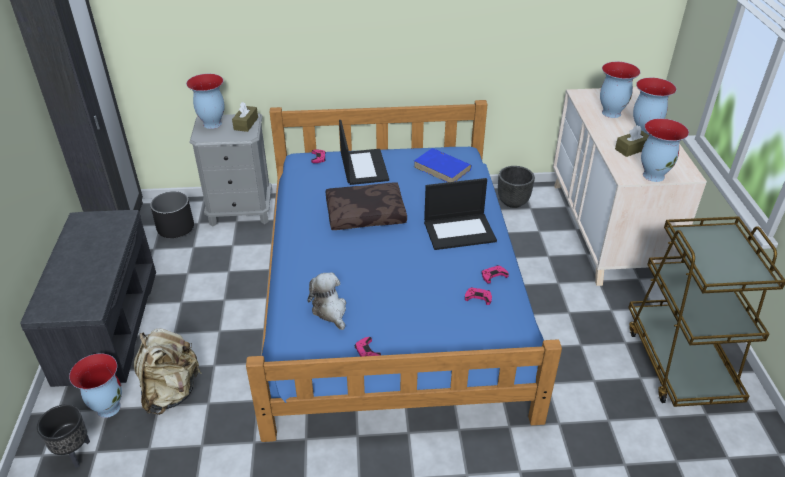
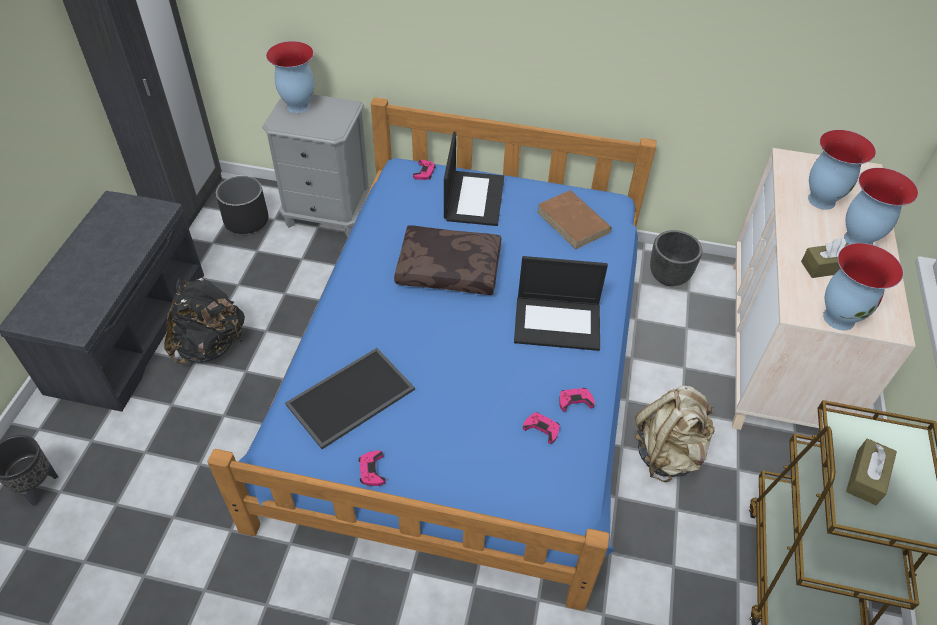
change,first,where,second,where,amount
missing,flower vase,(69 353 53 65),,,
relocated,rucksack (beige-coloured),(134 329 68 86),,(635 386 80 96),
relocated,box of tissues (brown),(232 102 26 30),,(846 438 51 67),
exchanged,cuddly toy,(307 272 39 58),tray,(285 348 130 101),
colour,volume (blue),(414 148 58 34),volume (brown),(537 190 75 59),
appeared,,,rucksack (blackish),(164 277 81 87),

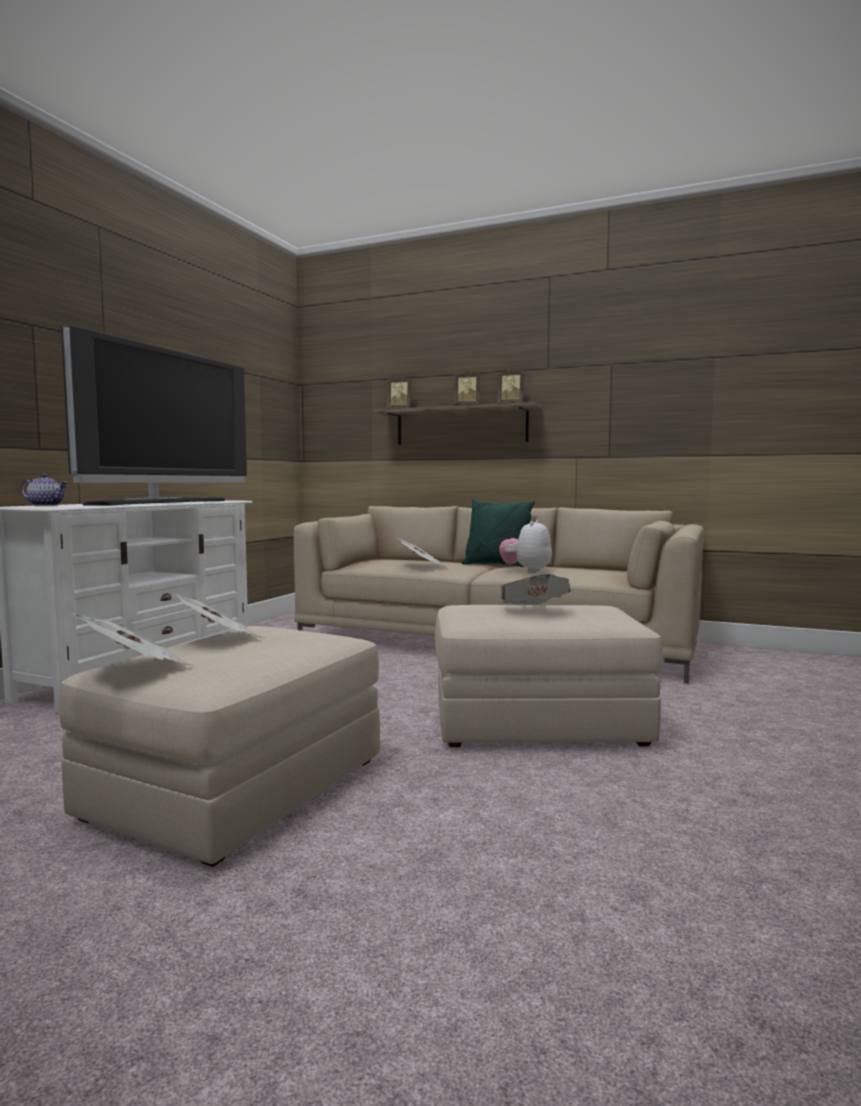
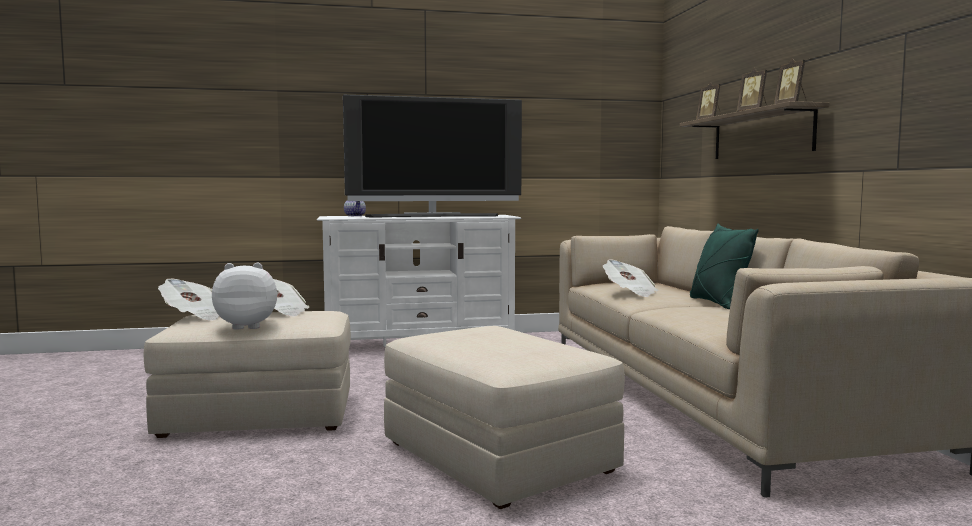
change,first,where,second,where,amount
relocated,cuddly toy,(499 520 53 53),,(212 262 65 68),
missing,newspaper,(501 574 70 31),,,

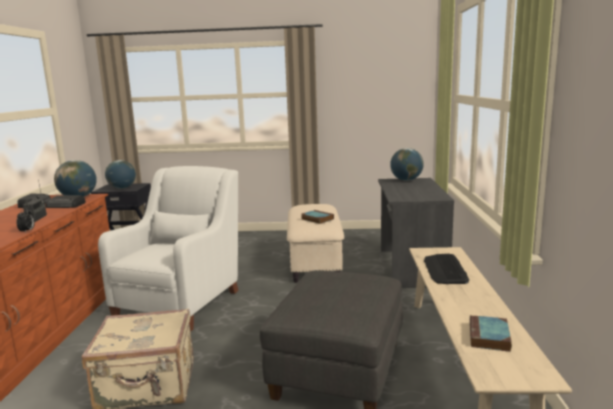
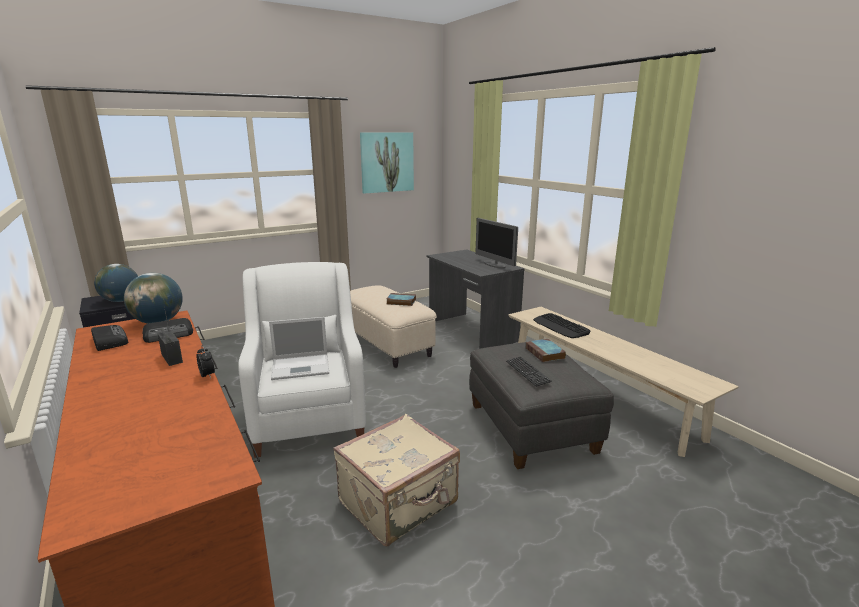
change,first,where,second,where,amount
missing,globe,(390 148 34 33),,,
relocated,volume,(470 315 42 37),,(525 339 41 23),
appeared,,,portable computer,(269 317 60 63),
appeared,,,wall art,(360 133 54 61),
appeared,,,computer screen,(475 218 43 50),
appeared,,,PC keyboard,(506 357 45 30),

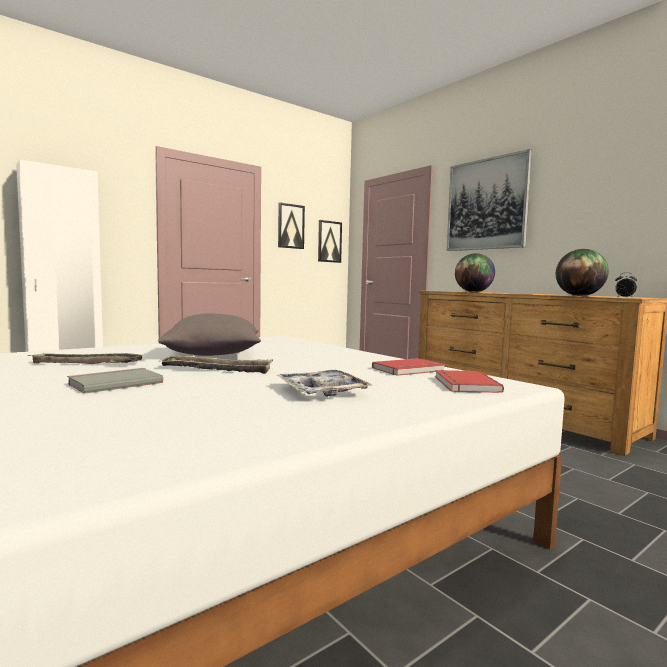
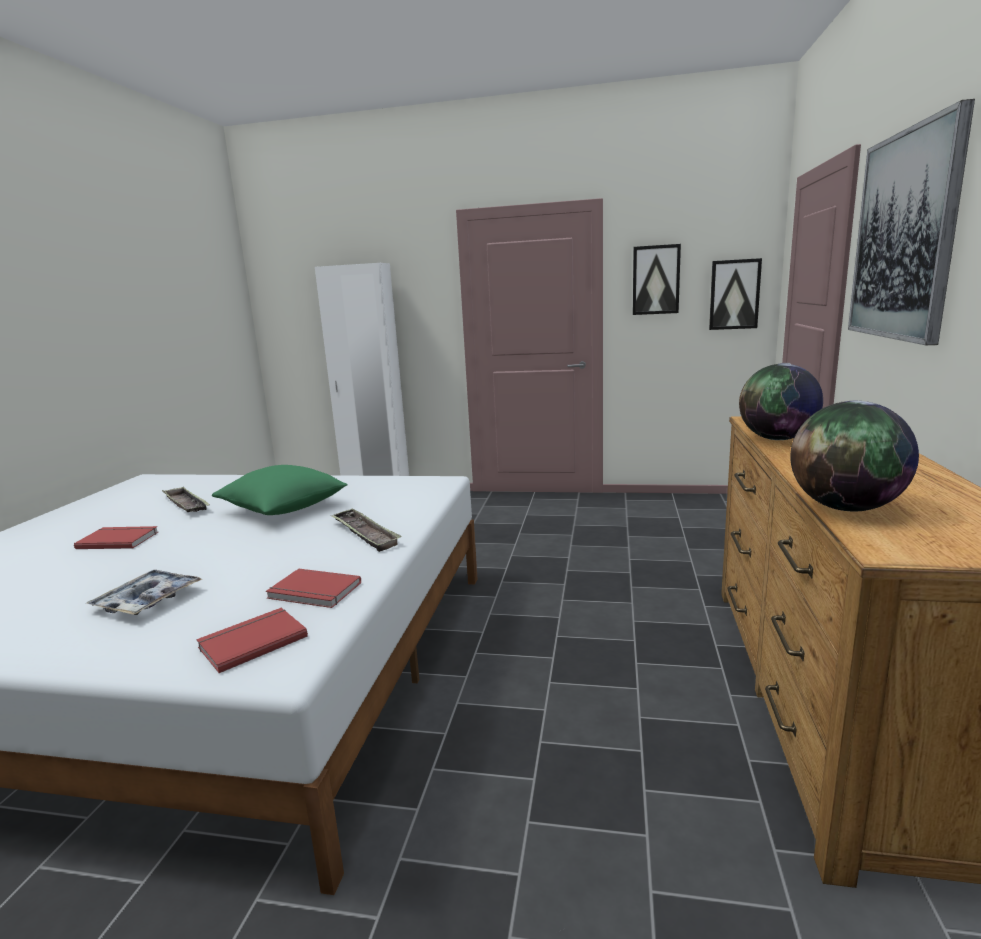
change,first,where,second,where,amount
colour,volume (gray),(67 368 96 26),volume (red-coloured),(74 526 84 23),
colour,throw pillow (gray),(158 313 103 43),throw pillow (greenish),(212 465 136 50),
relocated,tray,(159 355 114 19),,(330 509 71 43),
missing,alarm clock,(615 273 22 24),,,

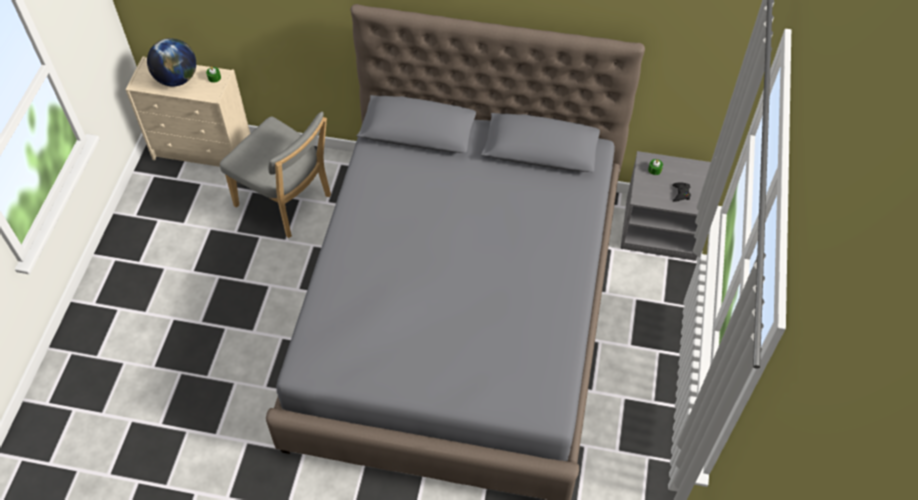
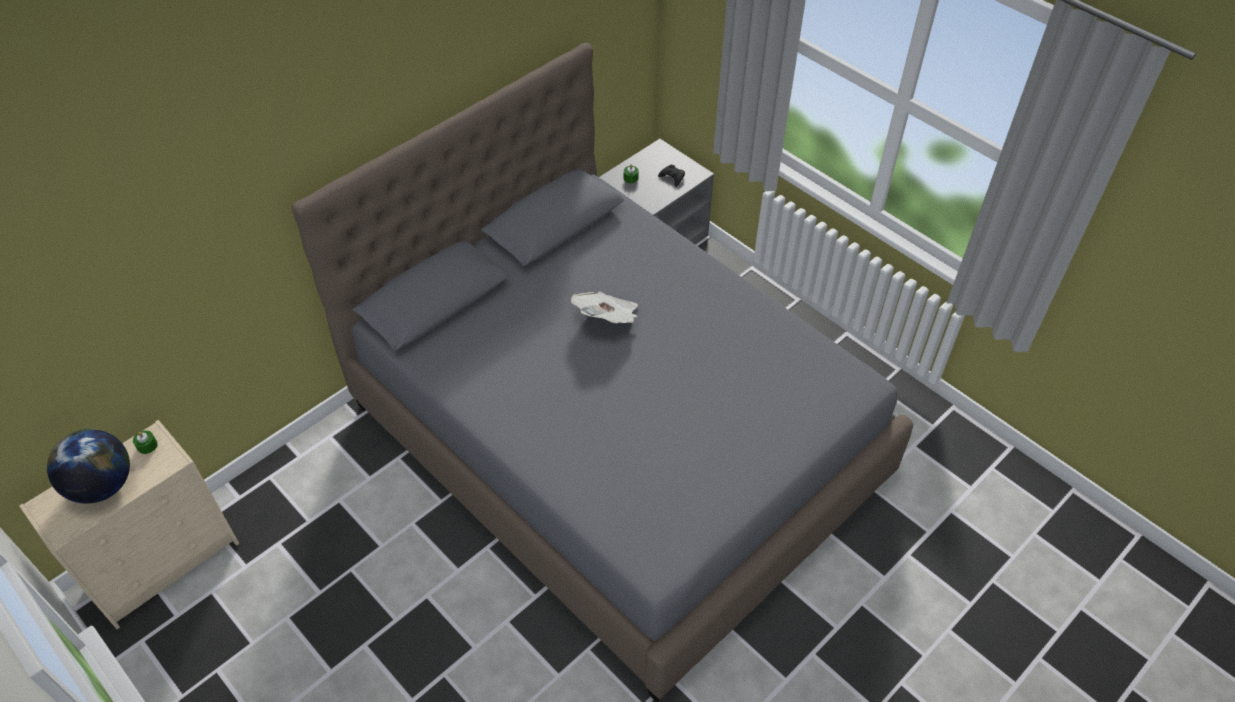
change,first,where,second,where,amount
missing,plain chair (gray),(220 112 111 126),,,
appeared,,,newspaper,(571 292 67 31),

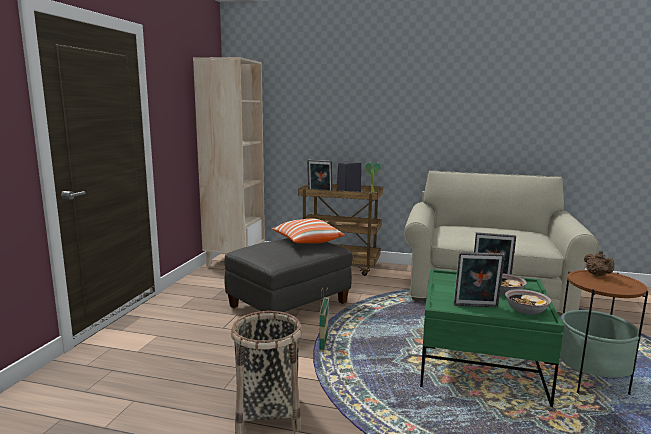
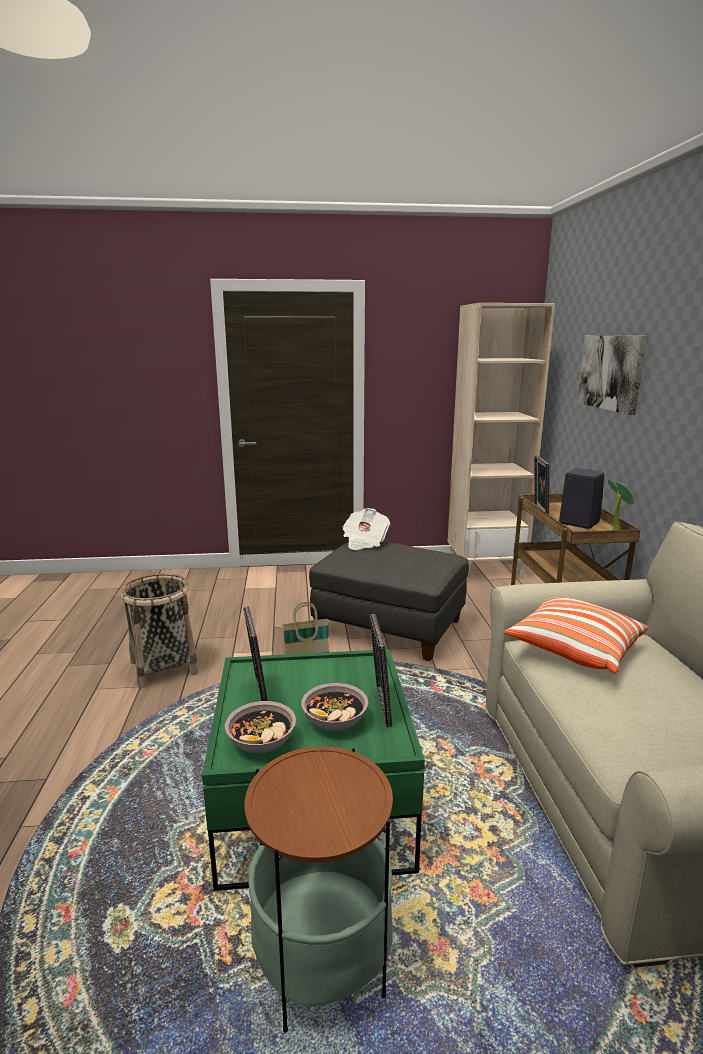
change,first,where,second,where,amount
relocated,throw pillow,(272 218 73 25),,(504 597 144 76),
missing,teapot (brown),(584 250 31 26),,,
appeared,,,newspaper,(342 508 48 42),
appeared,,,wall art,(577 336 70 79),

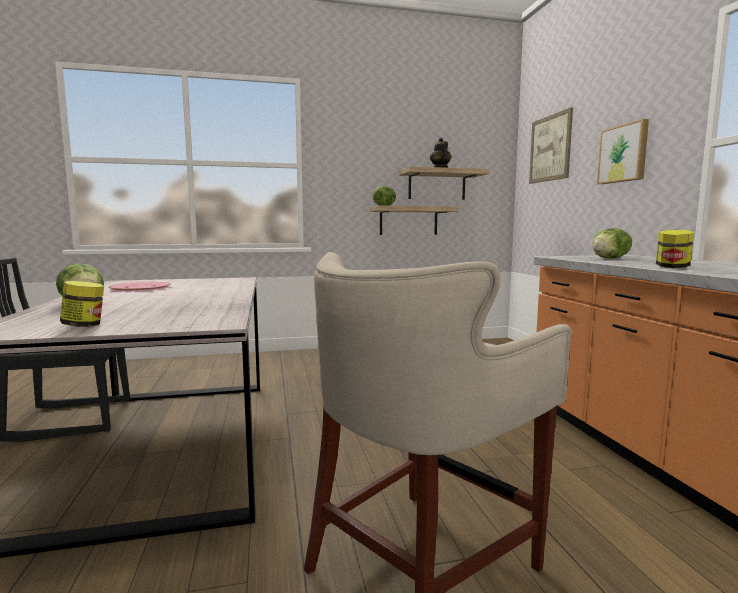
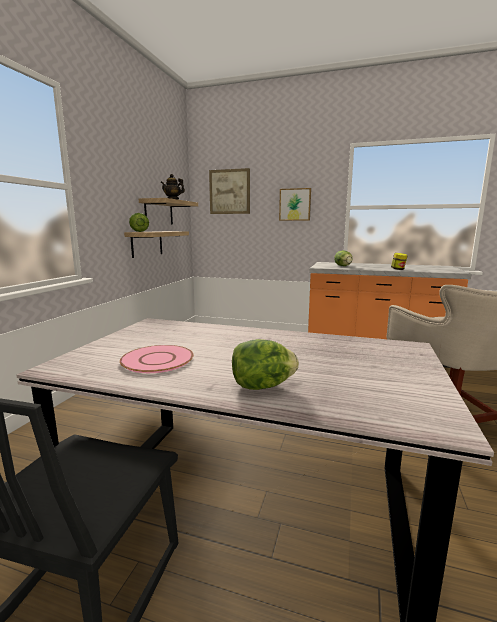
change,first,where,second,where,amount
missing,preserve jar,(60 281 44 46),,,

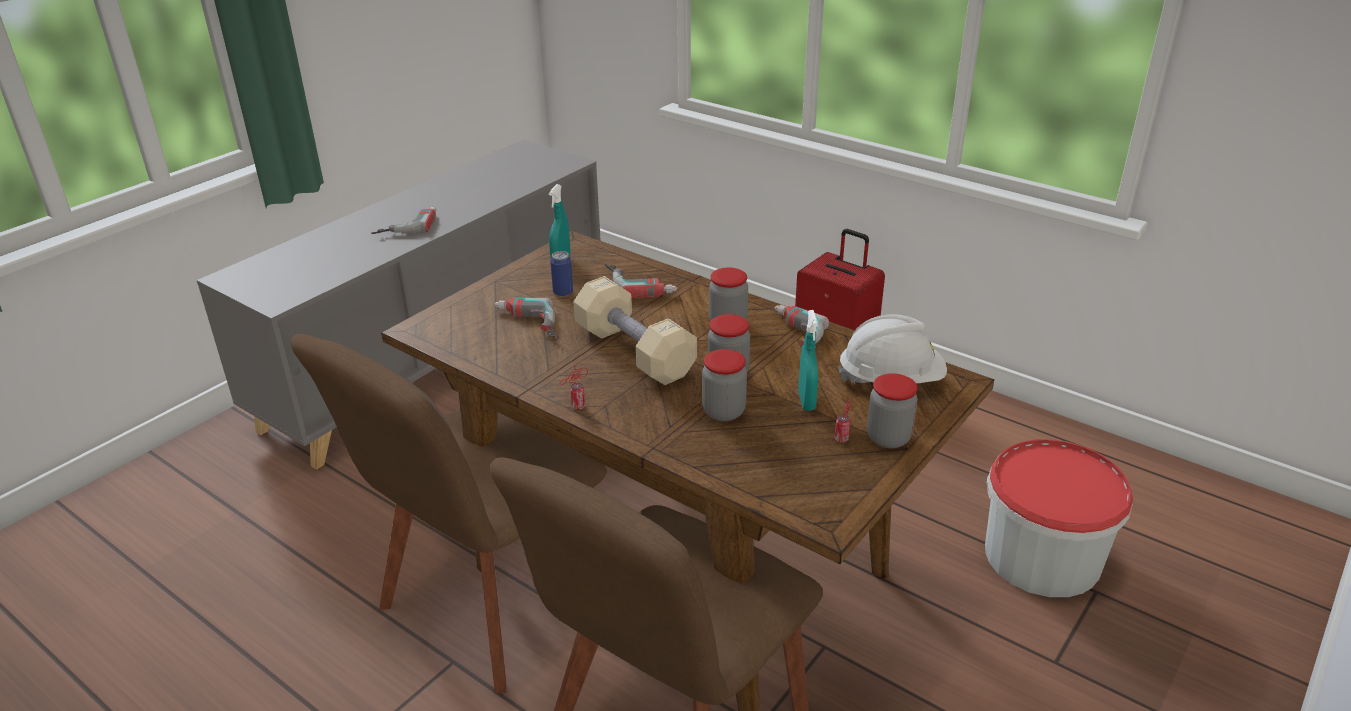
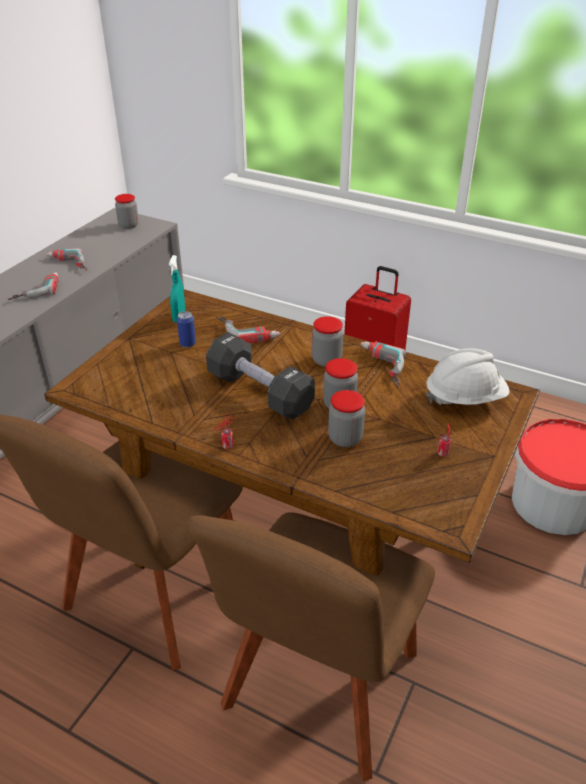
change,first,where,second,where,amount
relocated,drill,(494 297 64 43),,(46 248 41 23),
colour,dumbbell (beige-coloured),(573 276 124 109),dumbbell (blackish),(206 332 109 88),
missing,hand sprayer (turquoise-coloured),(798 310 20 101),,,
relocated,preserve jar,(867 373 51 75),,(115 194 24 35),

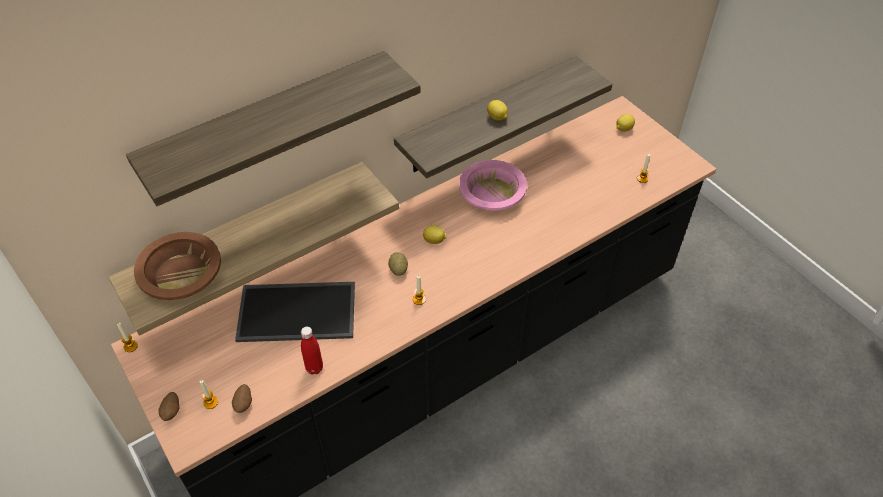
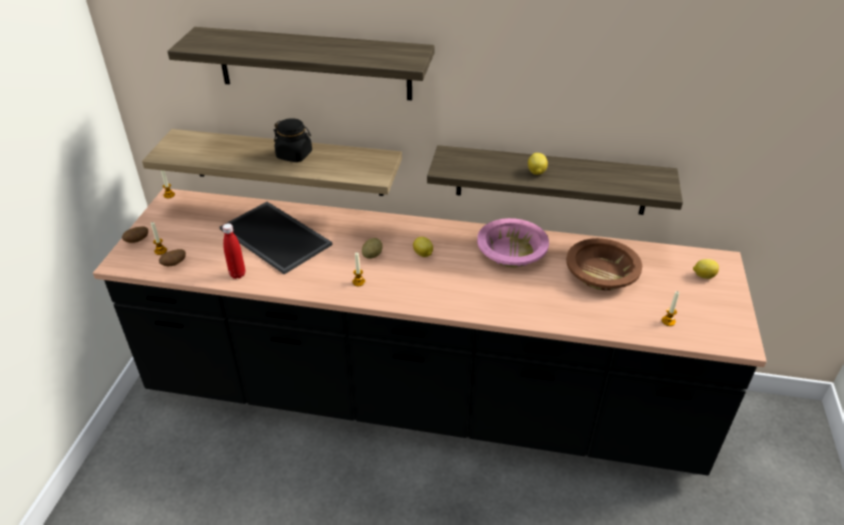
change,first,where,second,where,amount
relocated,deep dish (brown),(134 232 87 68),,(566 238 76 52),
appeared,,,preserve jar (blackish),(274 118 38 44),

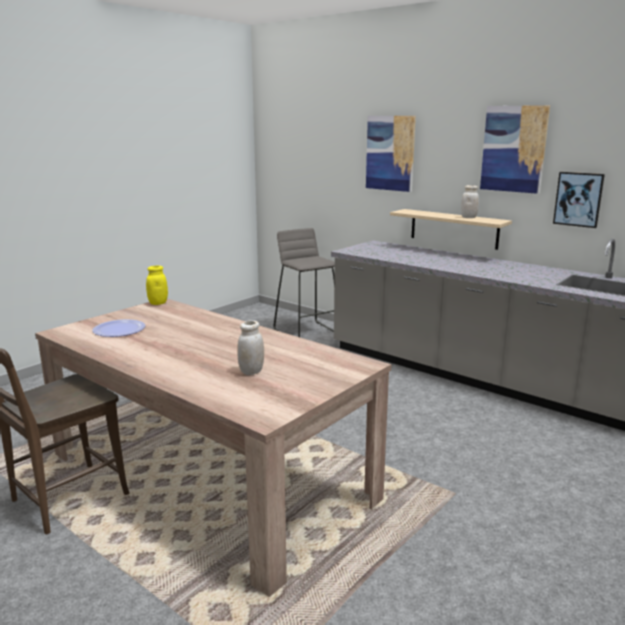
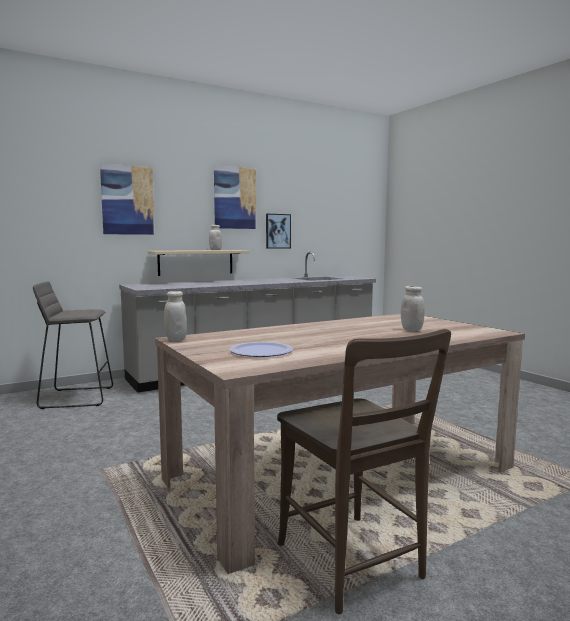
change,first,where,second,where,amount
colour,preserve jar (yellowish),(146 266 22 39),preserve jar (whitish),(164 291 23 50),

